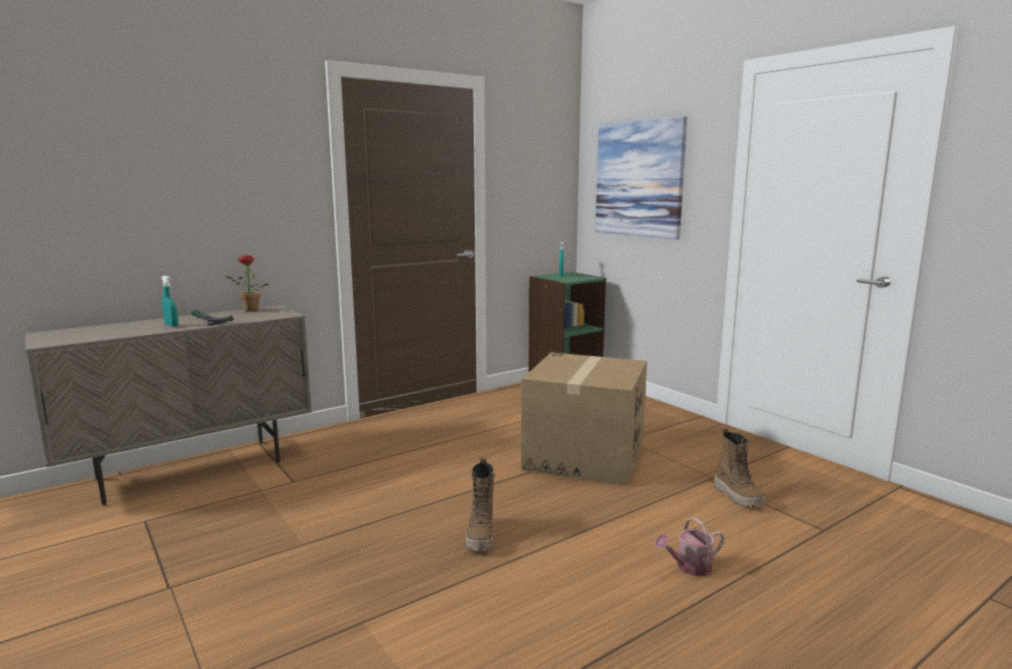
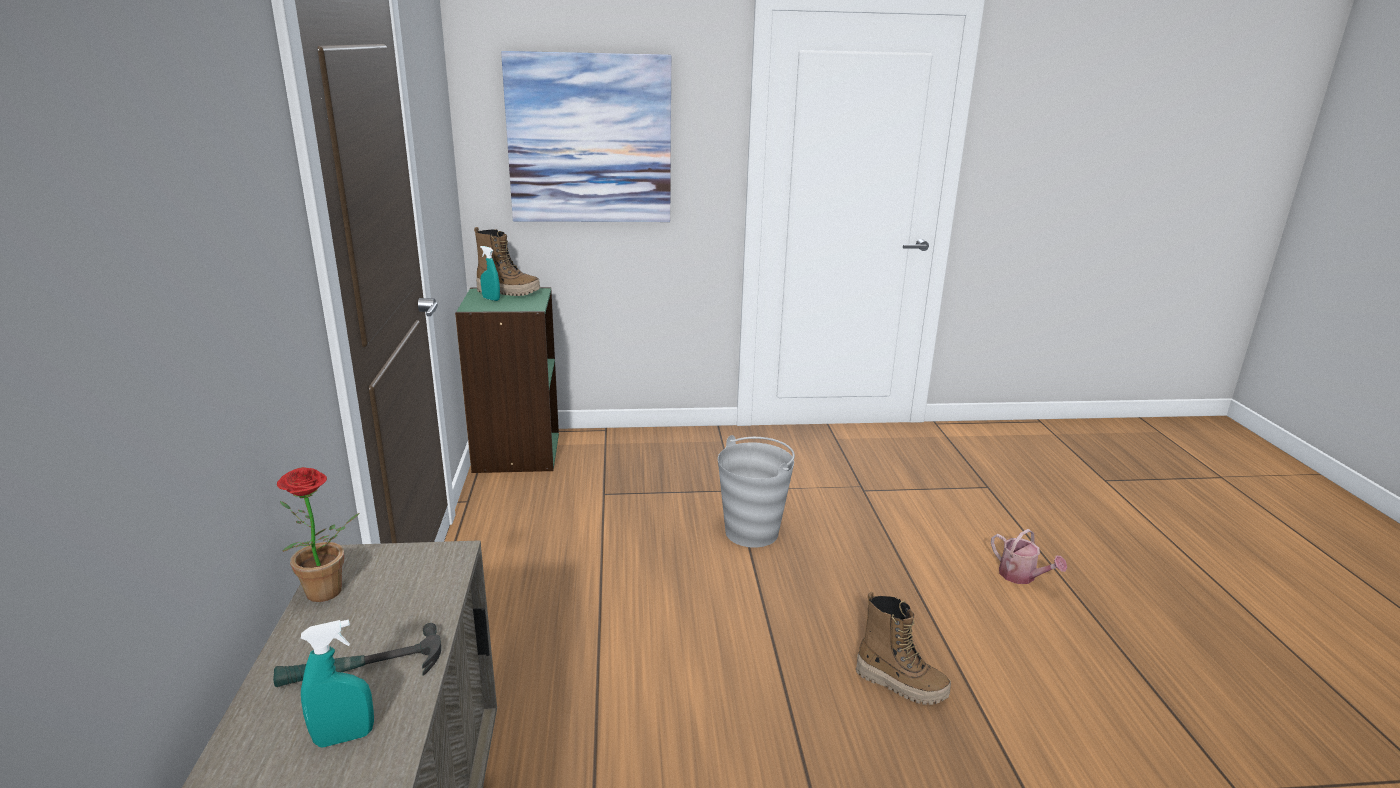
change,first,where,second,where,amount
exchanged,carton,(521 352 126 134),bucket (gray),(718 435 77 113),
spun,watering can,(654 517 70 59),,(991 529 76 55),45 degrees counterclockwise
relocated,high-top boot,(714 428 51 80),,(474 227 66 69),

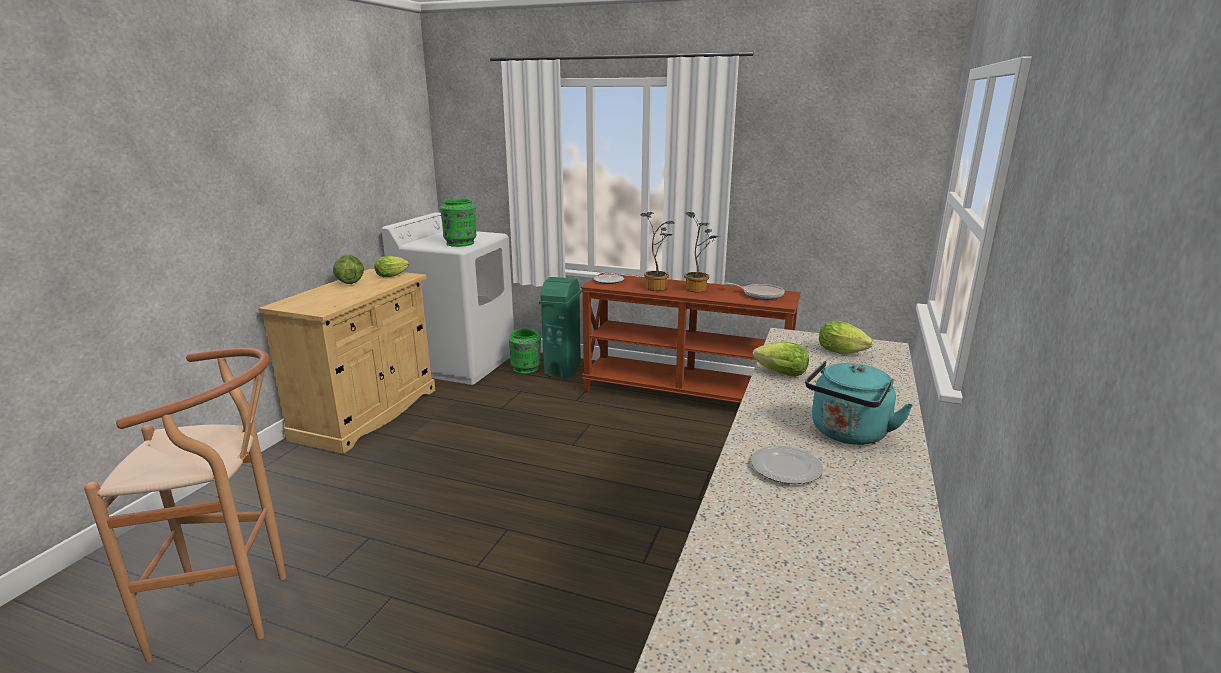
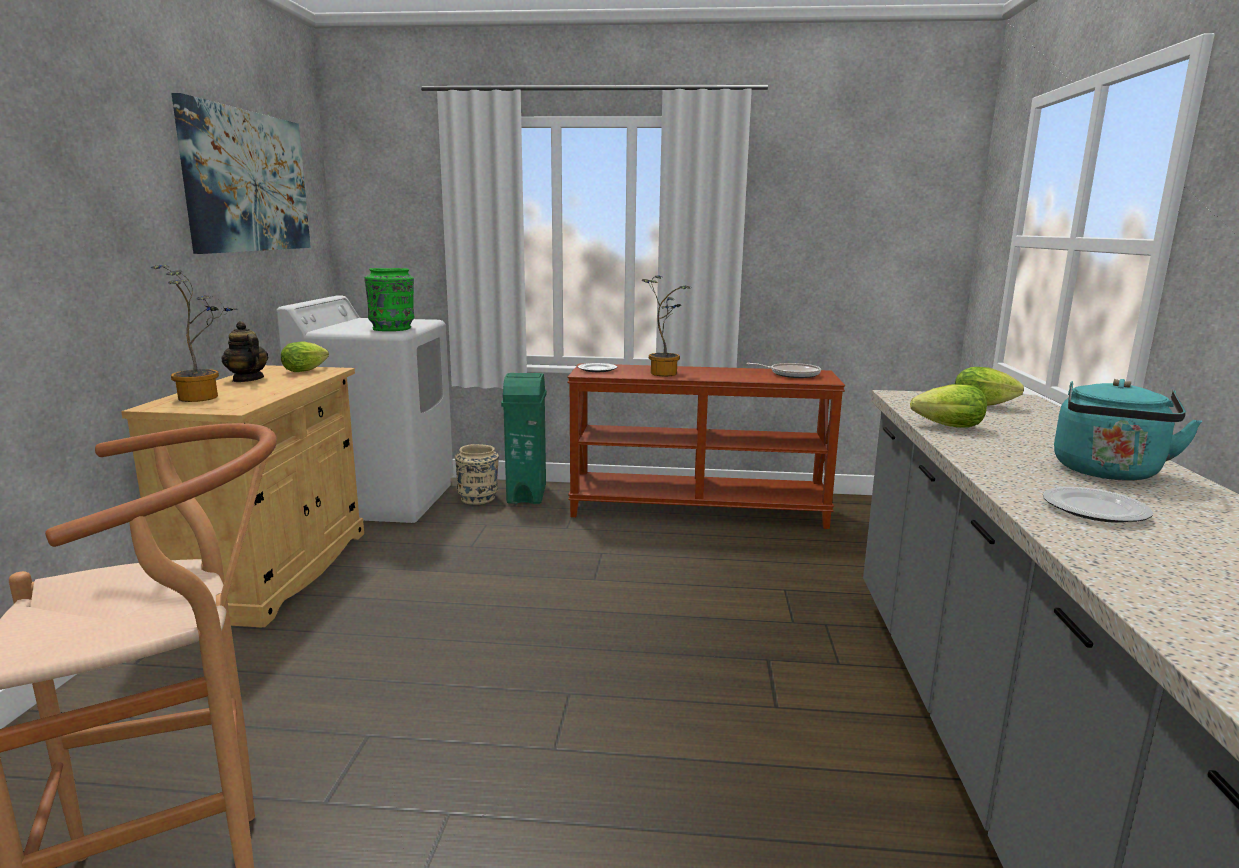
change,first,where,second,where,amount
exchanged,lettuce,(333 254 31 30),teapot,(221 321 47 61),
colour,flower vase (greenish),(509 328 32 46),flower vase (beige-coloured),(455 444 44 61),
relocated,houseplant,(684 212 36 80),,(150 265 87 137),
appeared,,,wall art,(171 93 140 161),

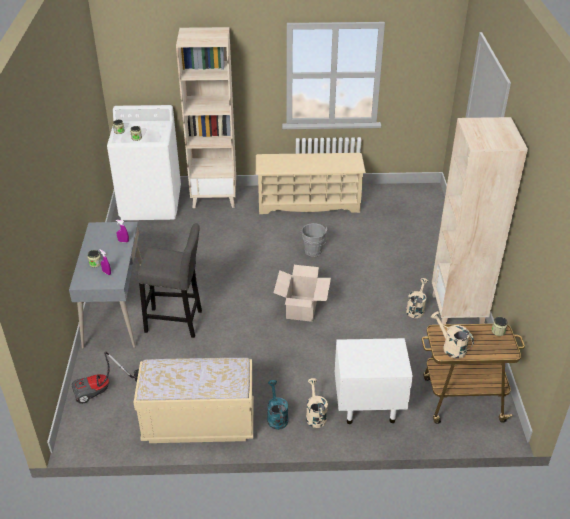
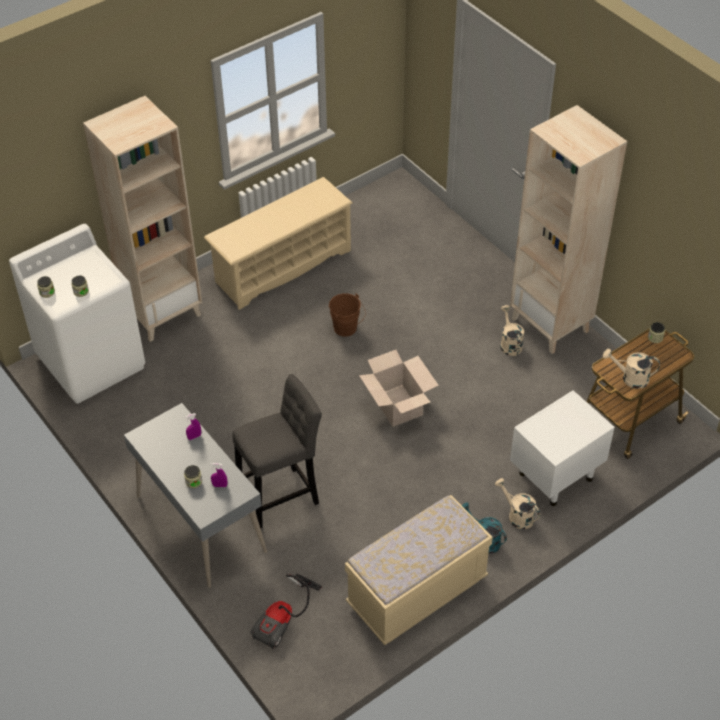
change,first,where,second,where,amount
colour,bucket (gray),(301 223 26 34),bucket (brown),(329 293 37 44),

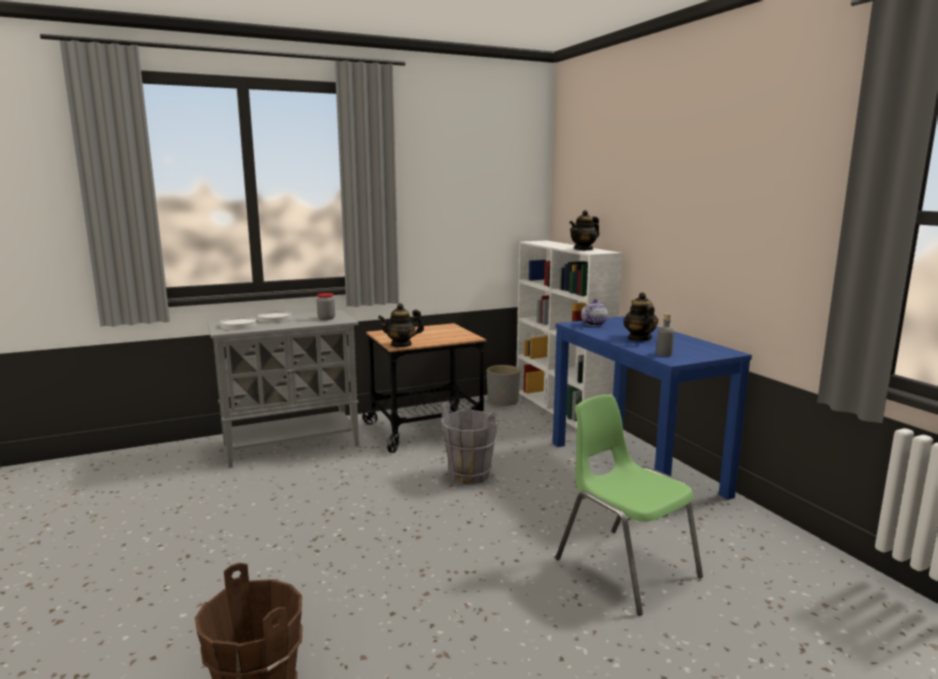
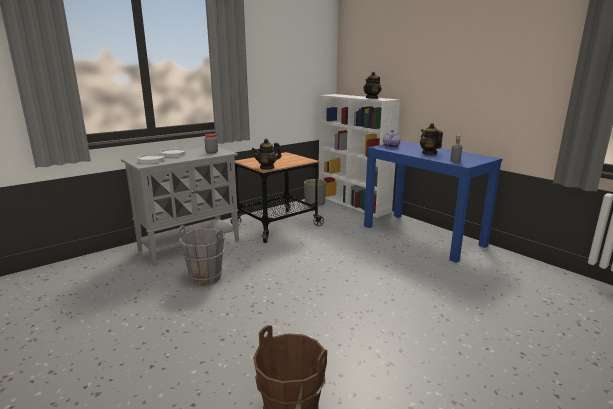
change,first,where,second,where,amount
relocated,bucket (gray),(442 402 56 82),,(179 225 46 61),
missing,plain chair (greenish),(556 395 147 221),,,

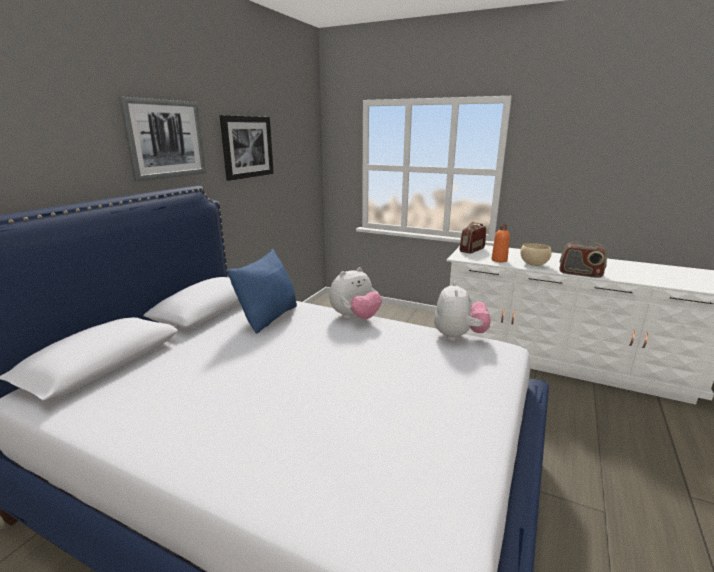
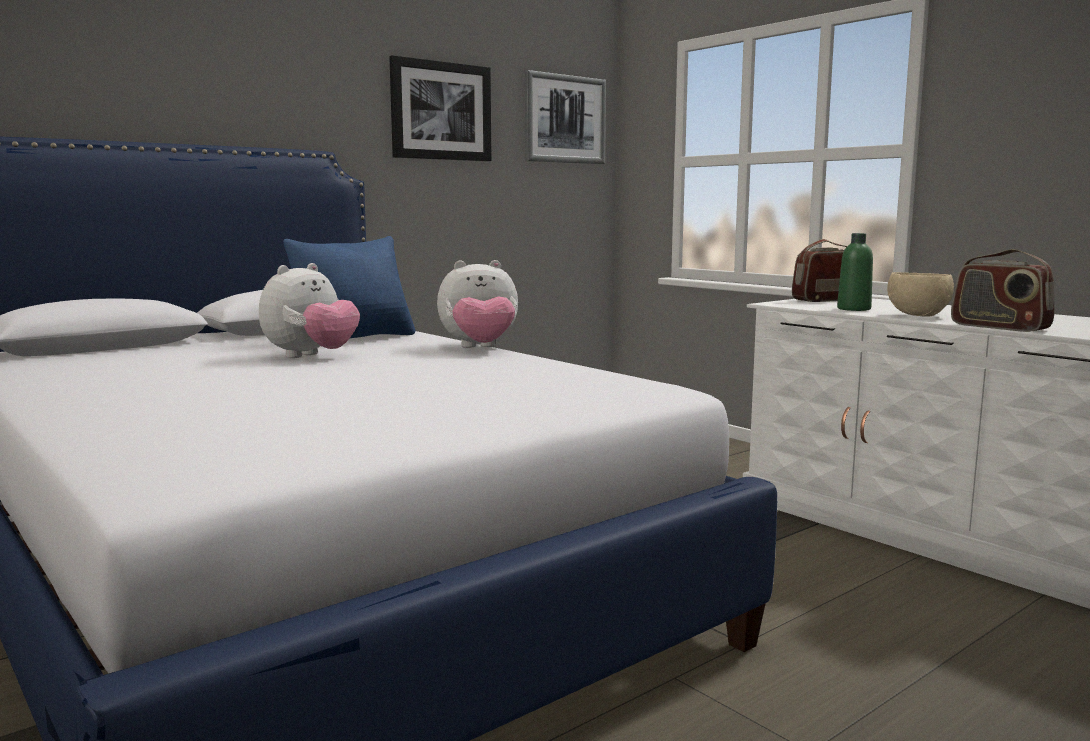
change,first,where,second,where,amount
relocated,wall art,(119 97 87 85),,(525 70 81 94),
relocated,cuddly toy,(434 281 56 60),,(259 263 101 95),
colour,drink bottle (orangey),(491 224 19 38),drink bottle (greenish),(837 233 36 78),

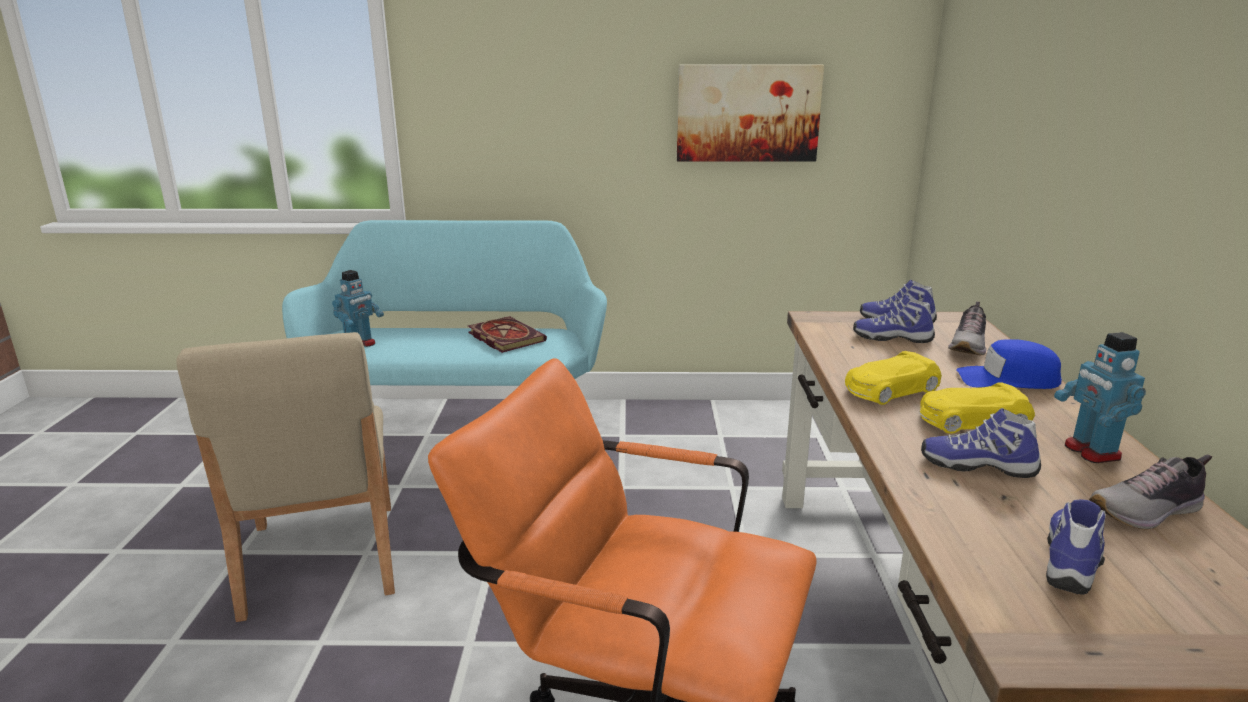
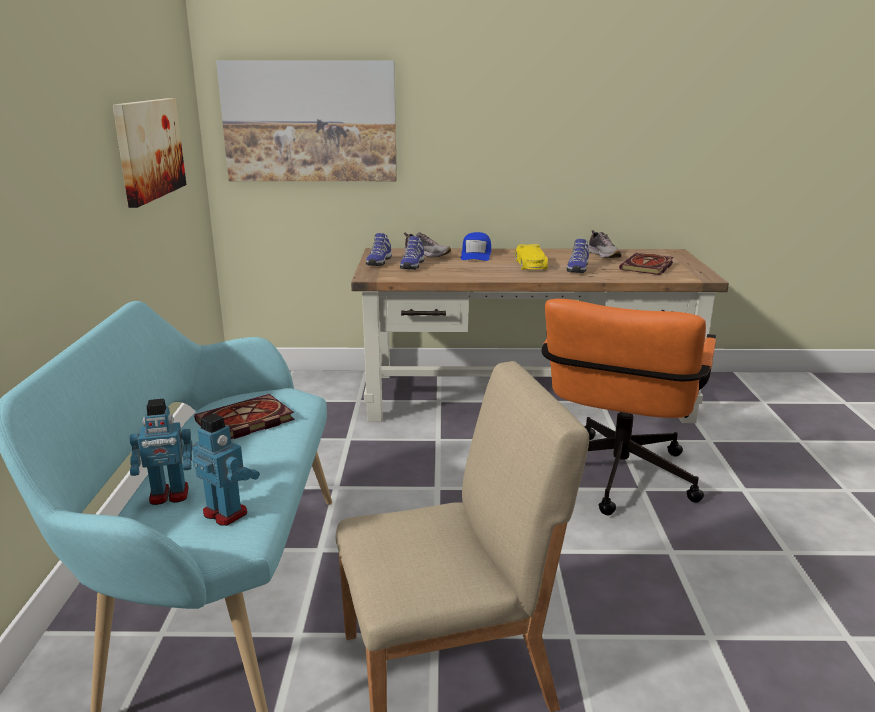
change,first,where,second,where,amount
missing,miniature car (yellowish),(845 351 97 54),,,
exchanged,low shoe,(1046 499 60 96),volume,(619 253 55 22),
relocated,model robot,(1054 332 92 131),,(130 399 63 106),
appeared,,,wall art,(216 60 181 121),

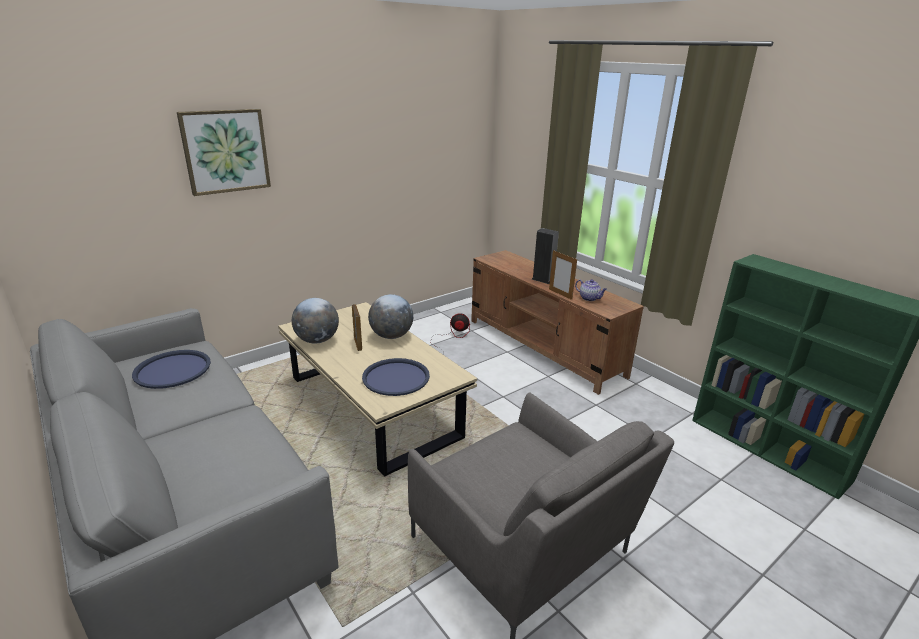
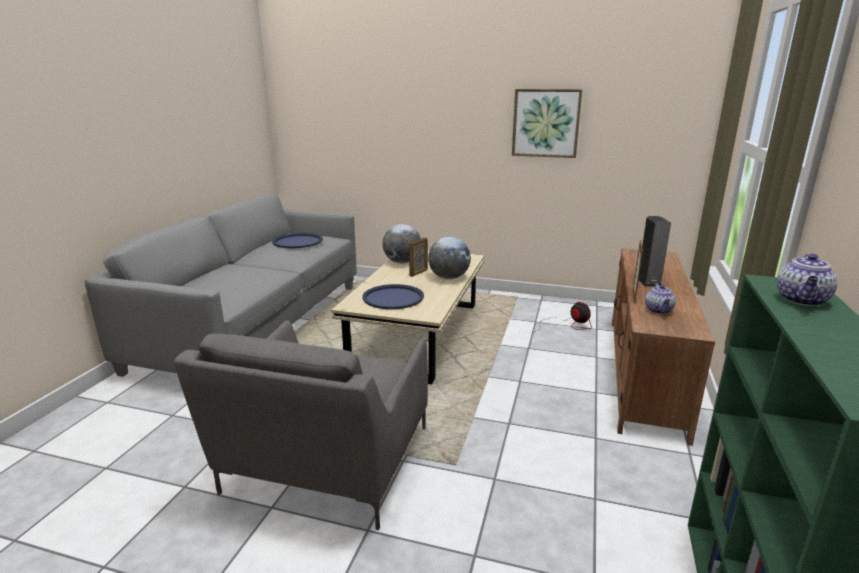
change,first,where,second,where,amount
relocated,wall art,(177 109 94 87),,(512 89 70 69),
appeared,,,teapot,(777 254 61 52),

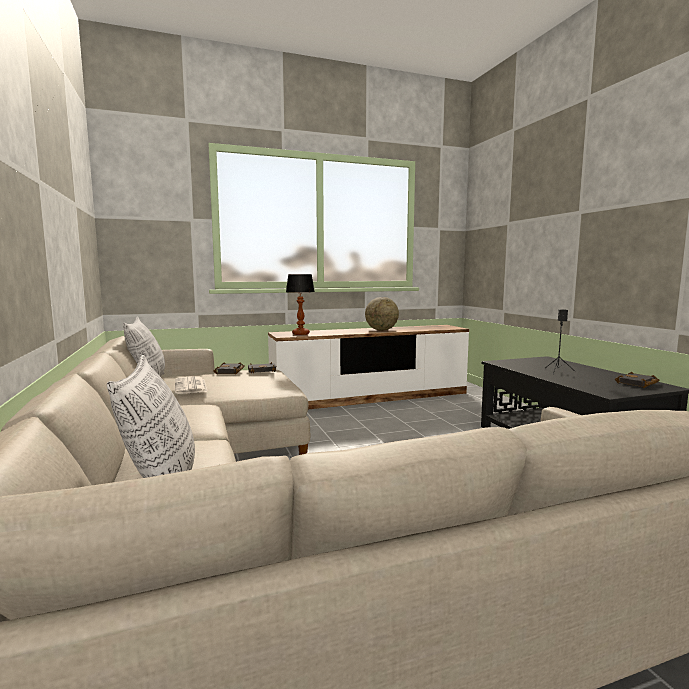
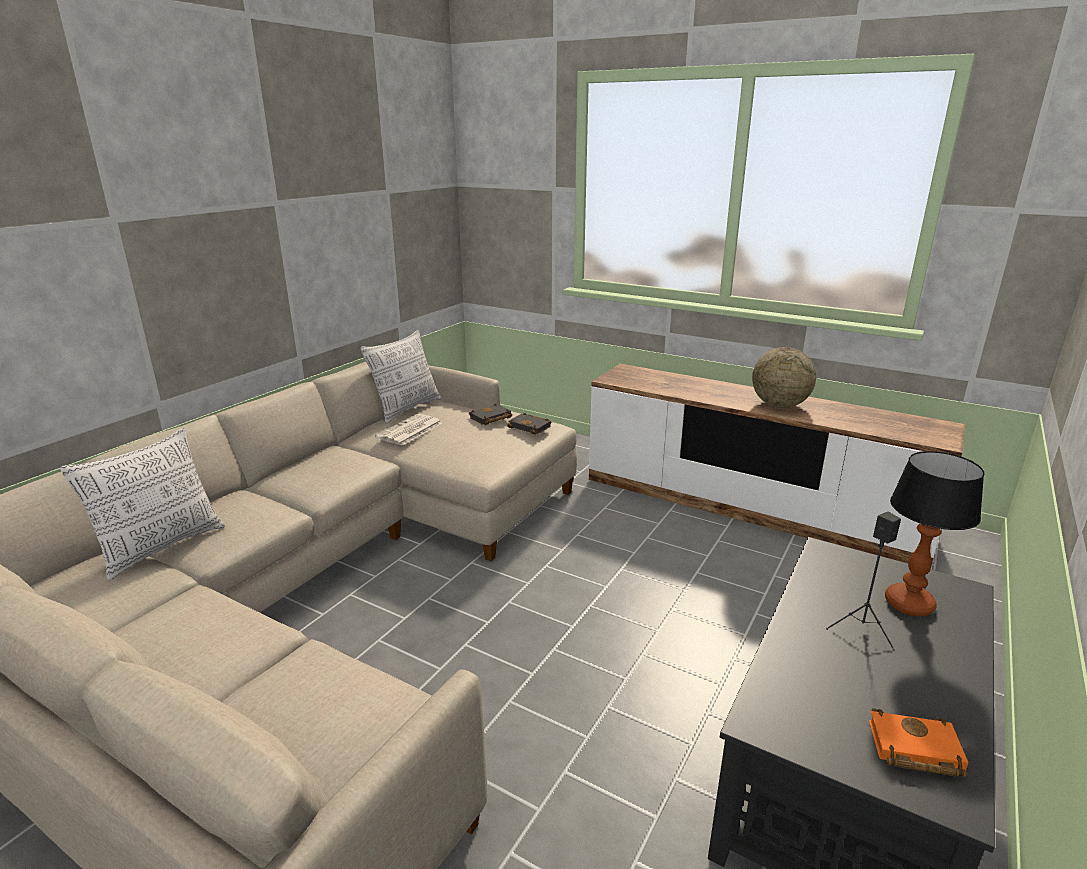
change,first,where,second,where,amount
relocated,lamp for a table,(286 274 29 61),,(885 451 99 165),
colour,volume (blackish),(615 372 44 16),volume (orangey),(869 708 99 69),

